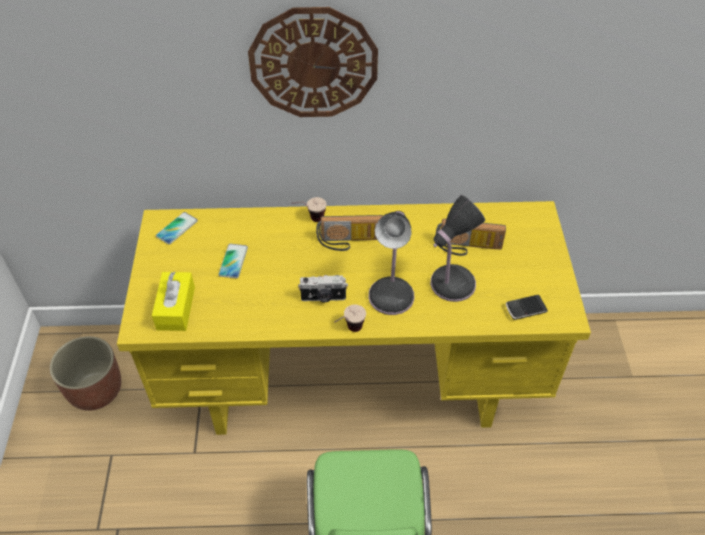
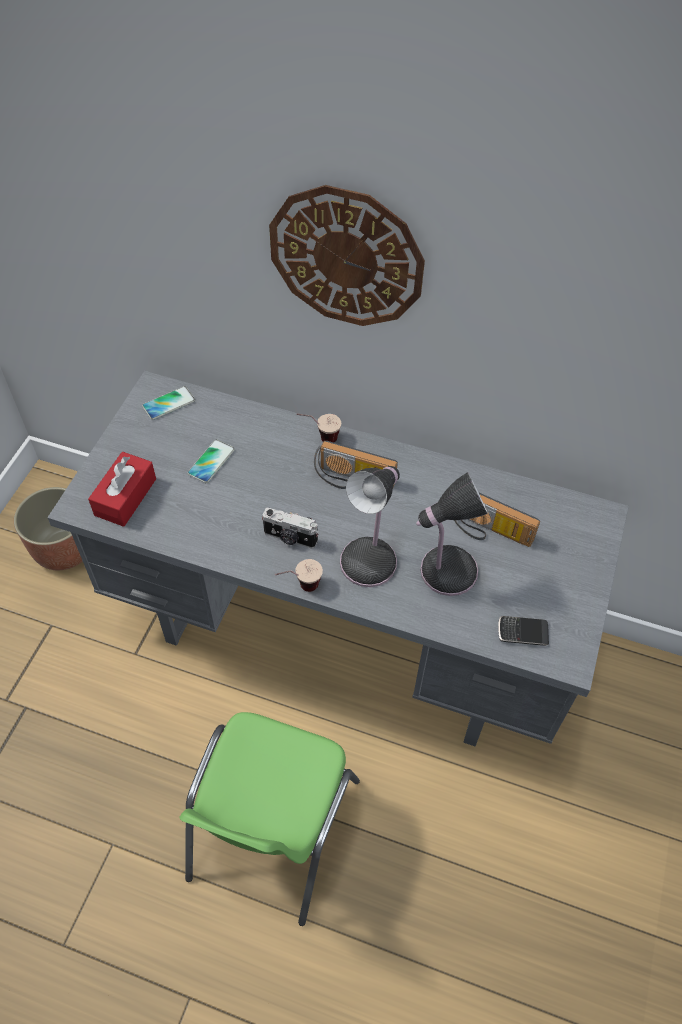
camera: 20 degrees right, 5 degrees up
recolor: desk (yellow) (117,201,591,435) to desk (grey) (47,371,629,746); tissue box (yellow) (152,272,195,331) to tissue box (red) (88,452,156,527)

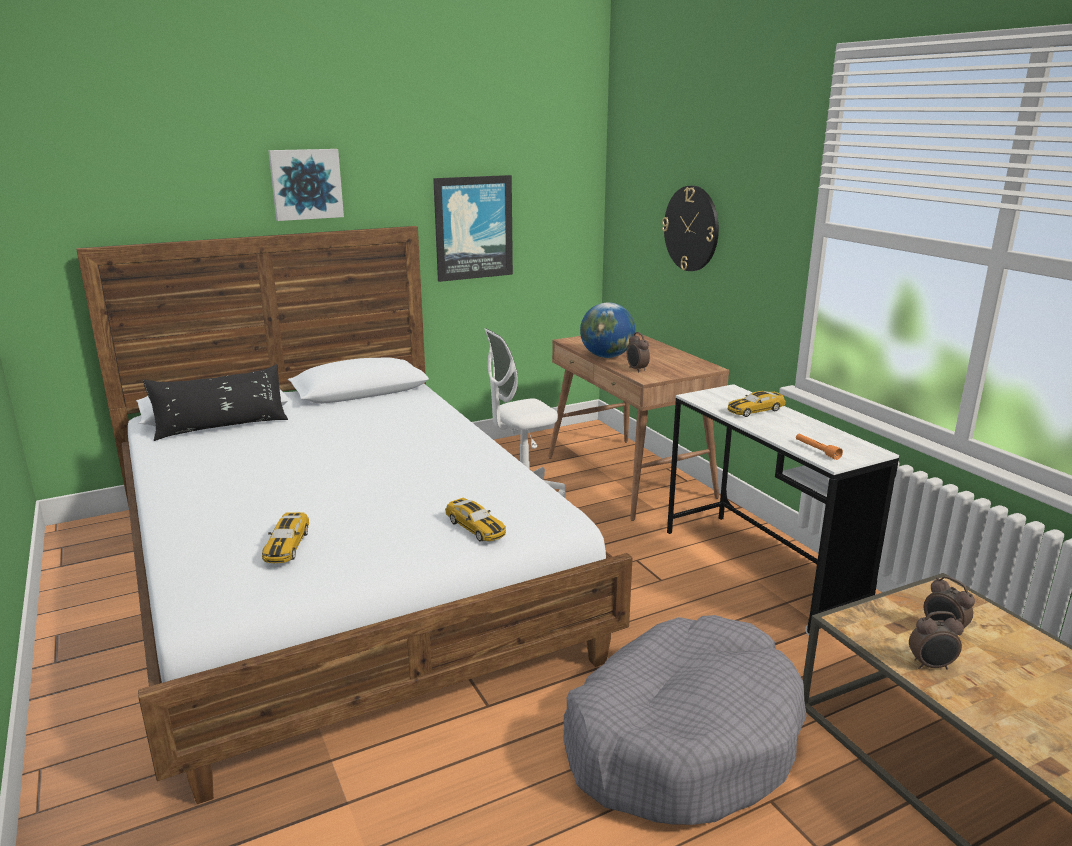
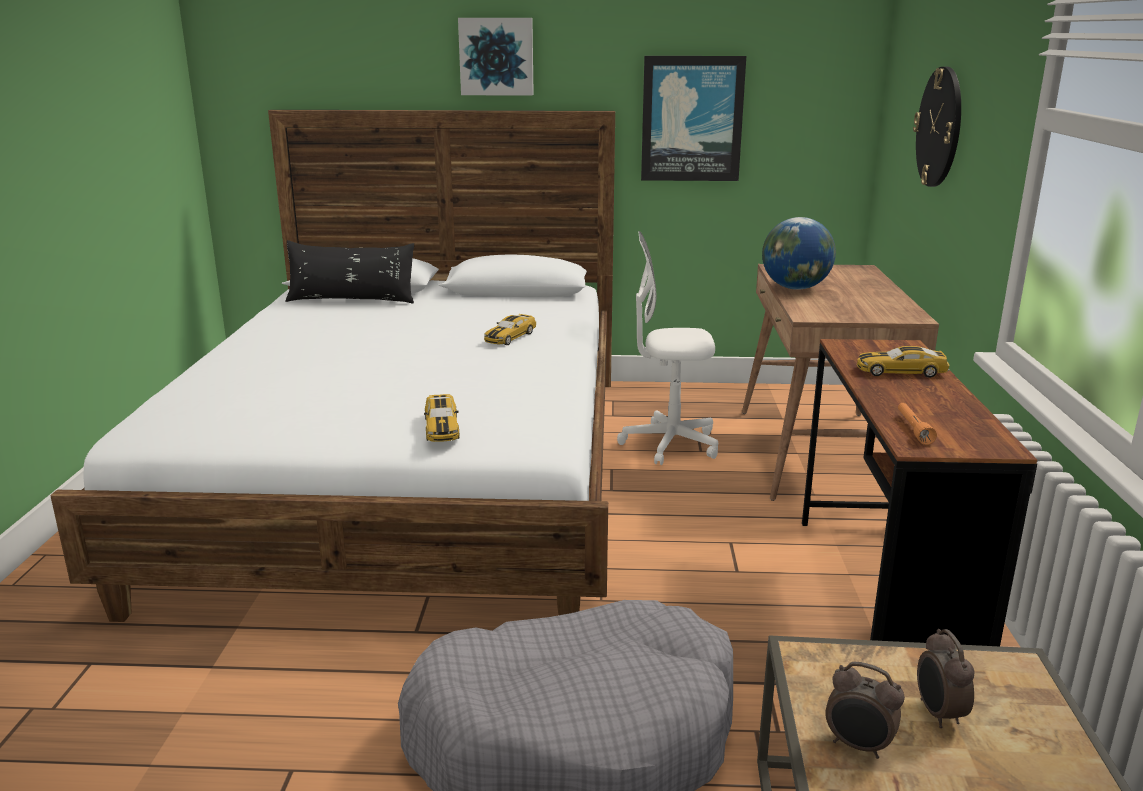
camera: 30 degrees right, 0 degrees up
delete: alarm clock (627,332,650,372)
move: toy car (262,512,309,563) to (484,314,536,345)
recolor: desk (white) (667,384,899,636) to desk (brown) (802,339,1037,646)

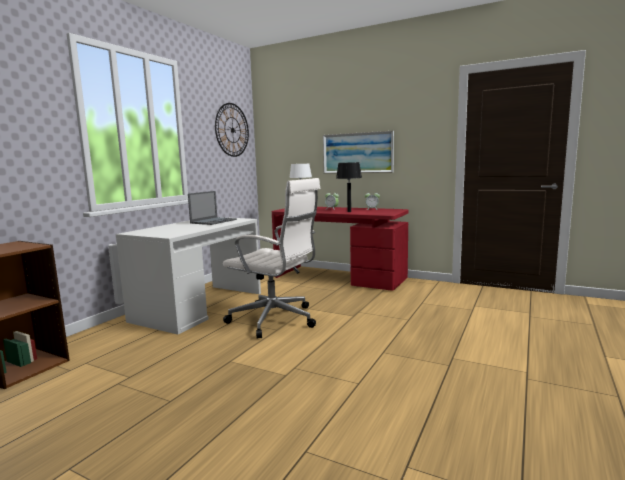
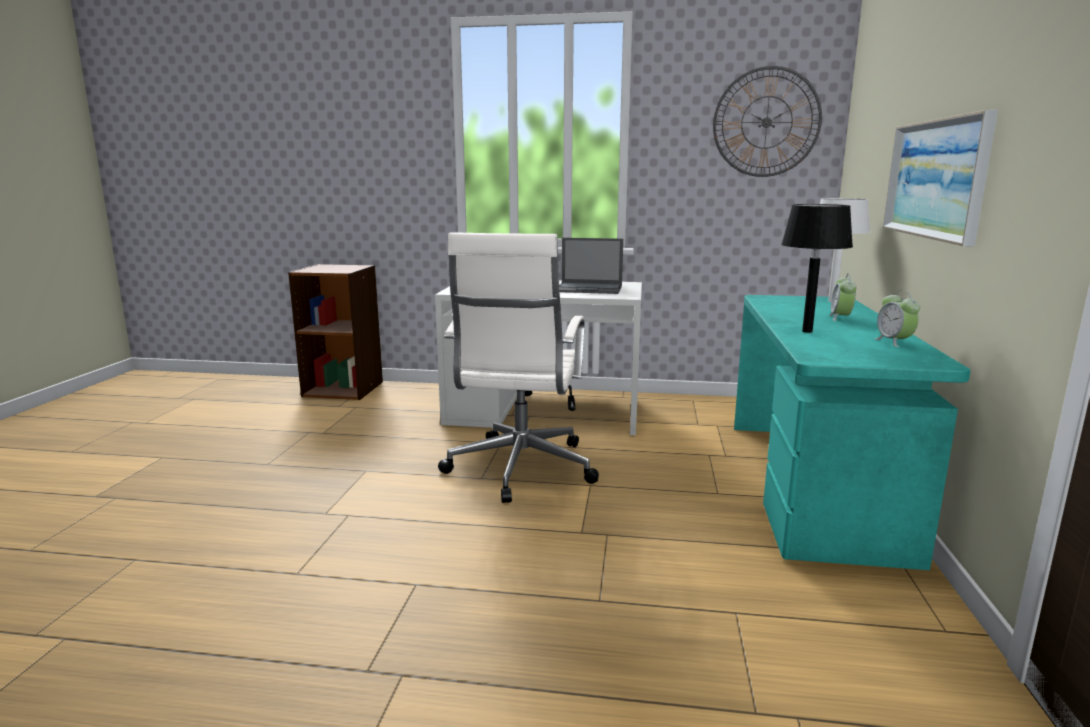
camera: 70 degrees right, 5 degrees up
recolor: desk (red) (272,207,409,291) to desk (turquoise) (734,295,971,570)

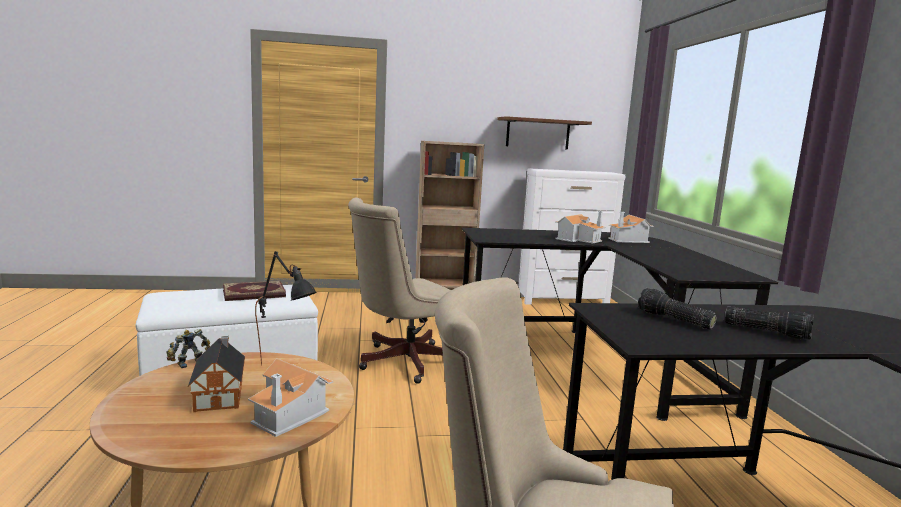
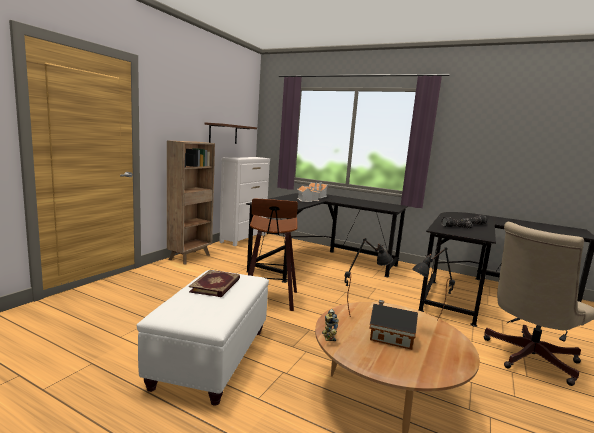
camera: 55 degrees left, 0 degrees up
replace: office chair (beige) (348,198,451,384) to stool (248,198,298,311); toy house (248,358,333,437) to table lamp (black) (412,247,455,321)

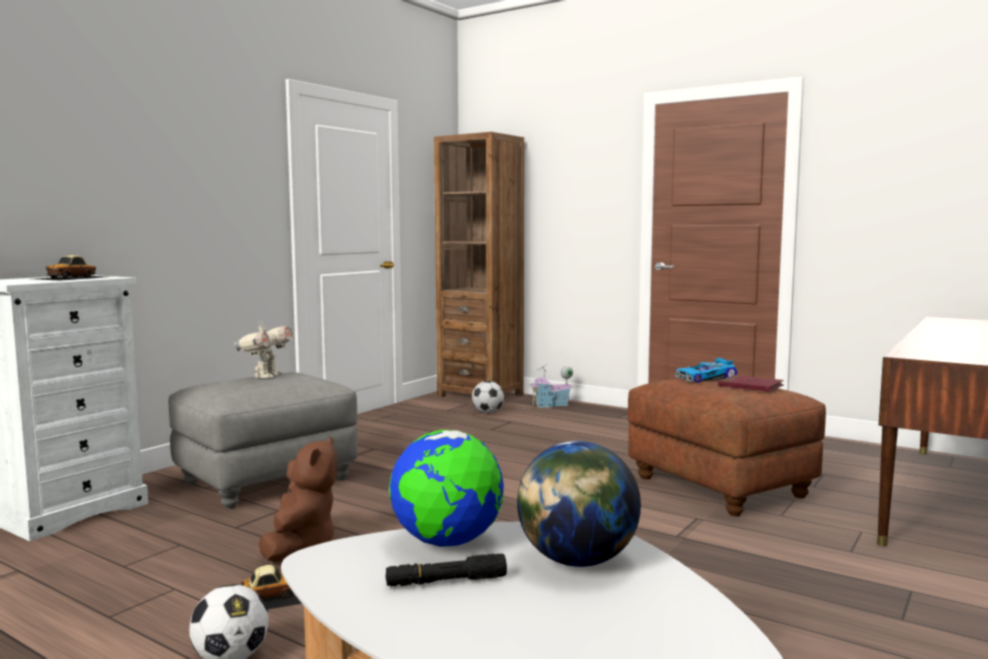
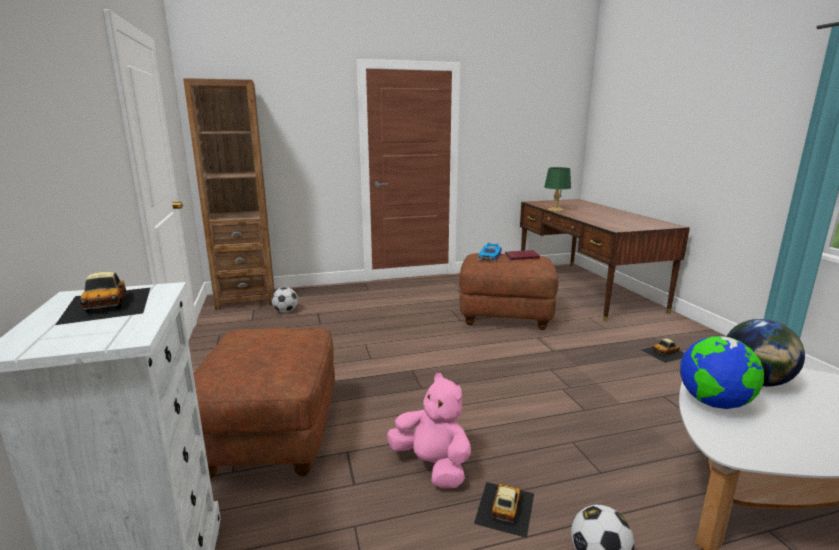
camera: 50 degrees left, 10 degrees up
delete: toy robot (234,320,293,378); flashlight (black) (386,553,507,586); toy house (530,364,573,408)
insert: table lamp (green) (544,167,571,211); toy car (641,338,684,363)
recolor: ottoman (grey) (169,372,358,509) to ottoman (brown) (193,328,335,479); plush toy (brown) (259,437,337,562) to plush toy (pink) (387,373,471,489)

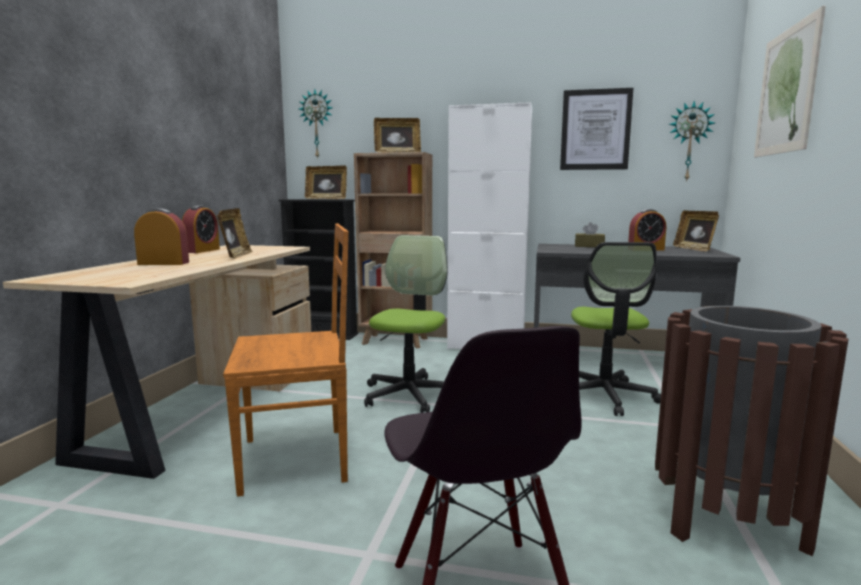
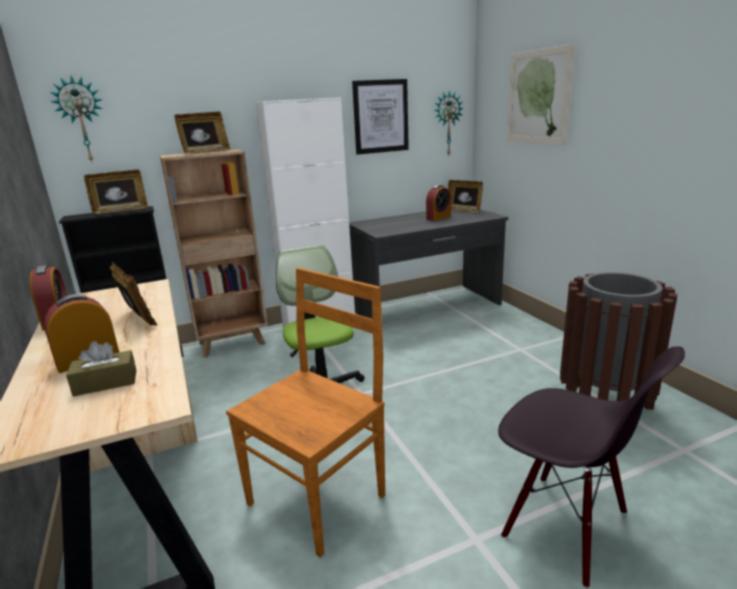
camera: 35 degrees left, 10 degrees up
delete: office chair (571,242,661,416)
move: tissue box (brown) (575,222,605,247) to (66,341,136,397)

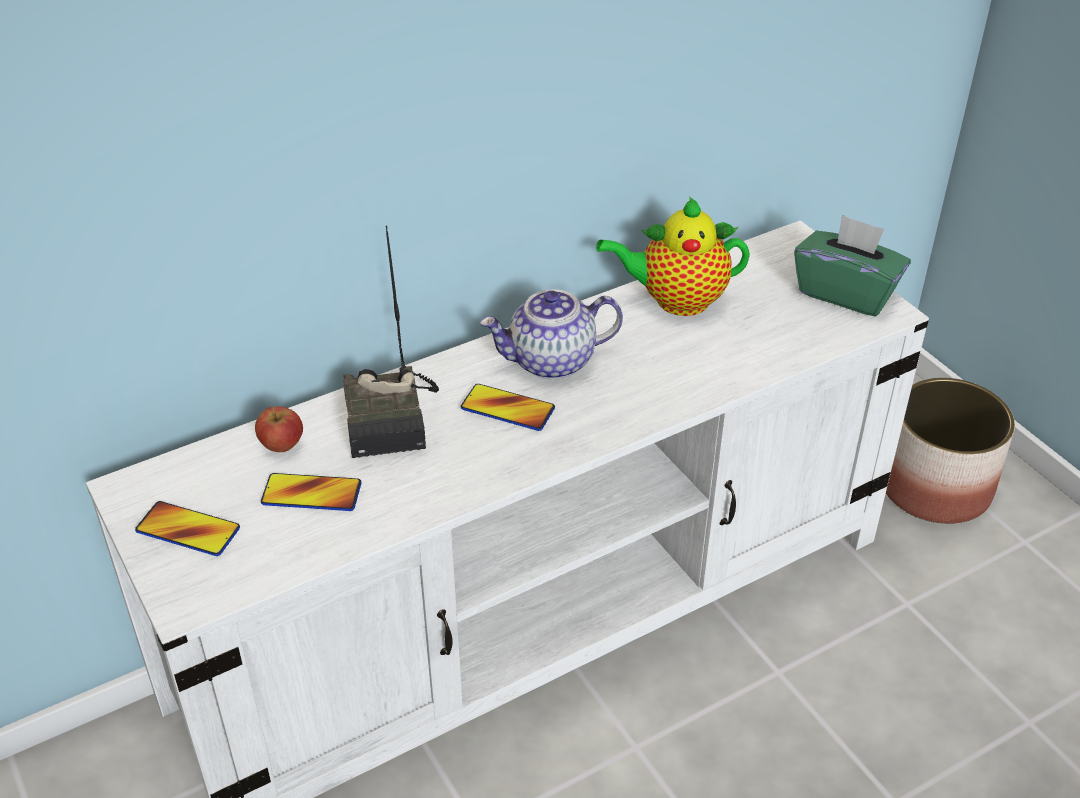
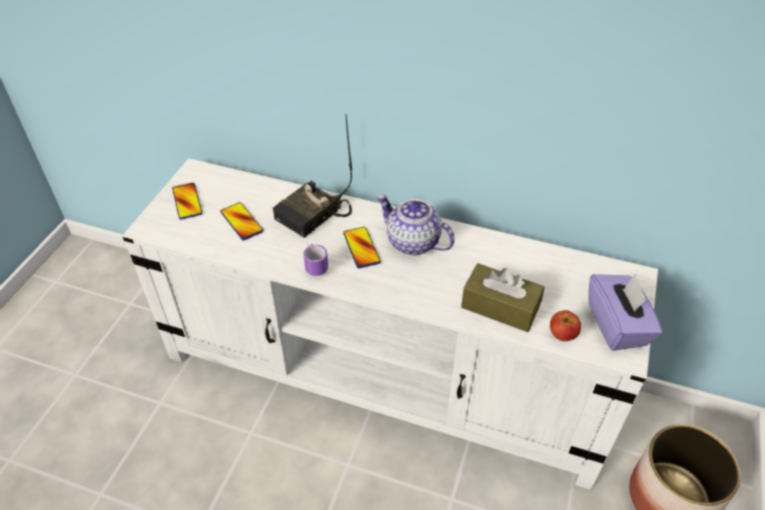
camera: 50 degrees right, 5 degrees up
delete: teapot (596,197,750,316)
insert: mug (303,243,328,276); tissue box (brown) (461,263,545,332)
move: apple (255,407,303,452) to (550,310,581,341)
recolor: tissue box (green) (794,215,911,316) to tissue box (purple) (589,274,663,351)

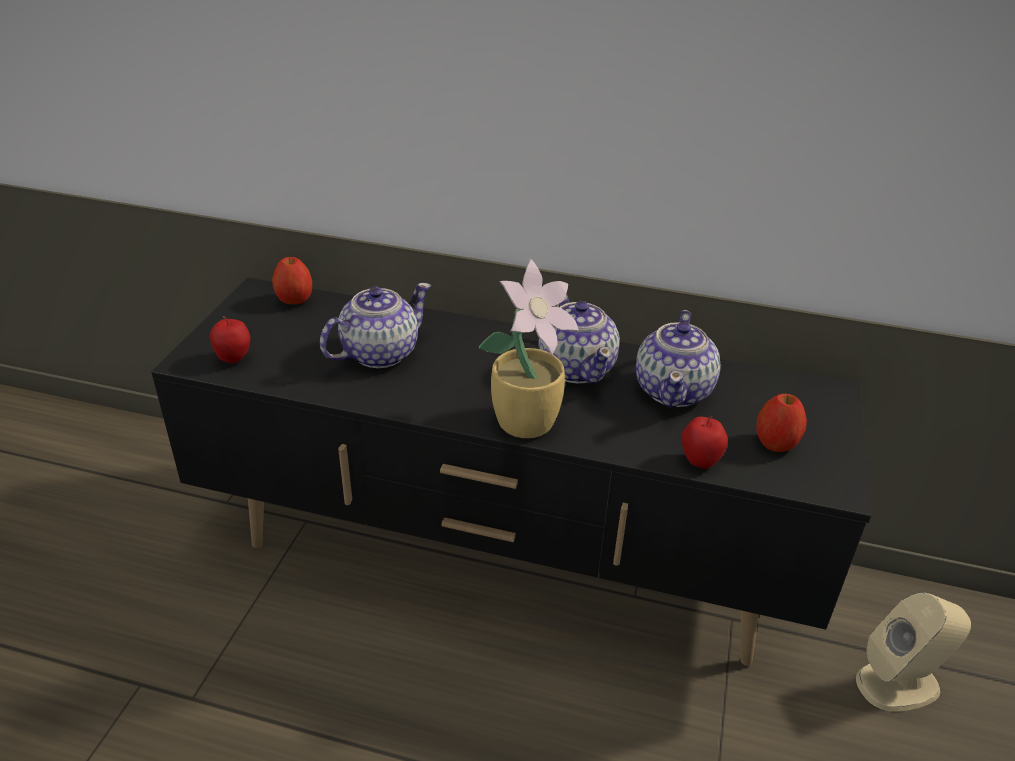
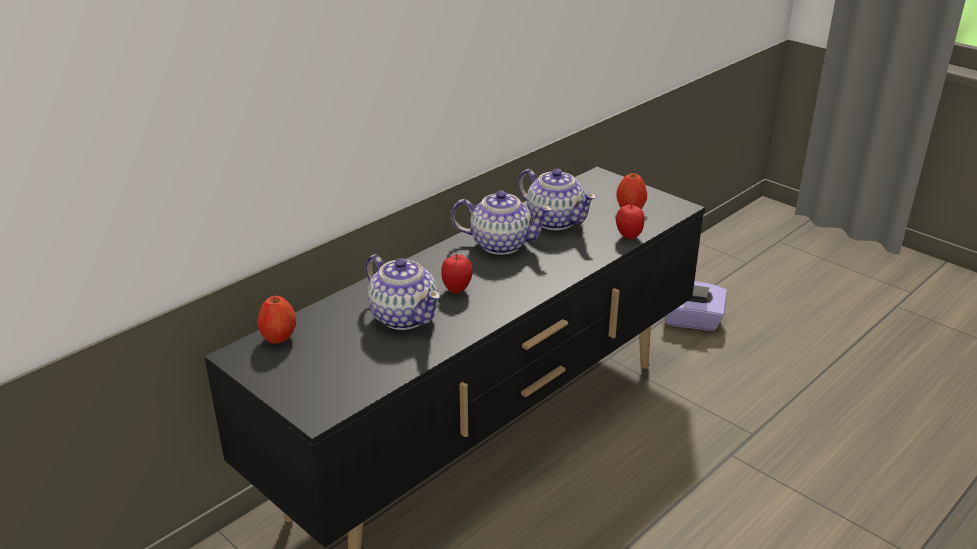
camera: 60 degrees left, 5 degrees down
delete: potted plant (478,259,579,438)
move: apple (210,316,250,364) to (441,254,473,294)
replace: speaker (beige) (856,592,971,712) to tissue box (purple) (665,281,727,331)
rotate: teapot (320,283,431,368) = (366,254,441,330) 150 degrees clockwise

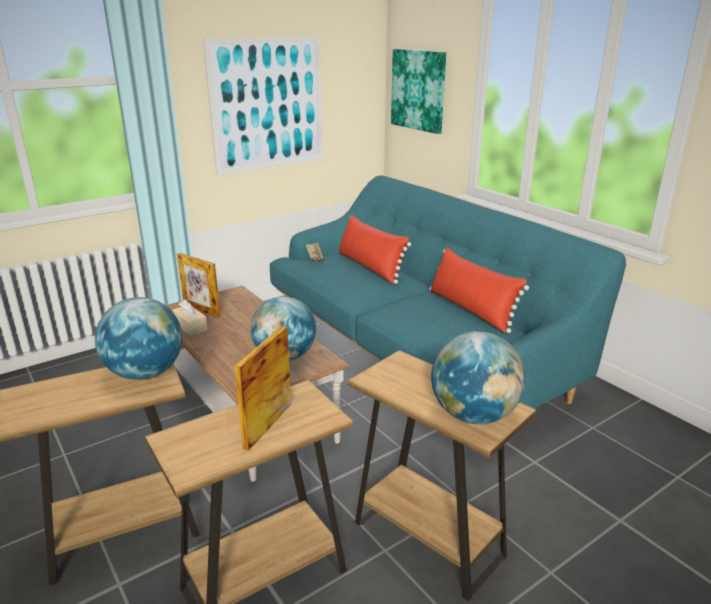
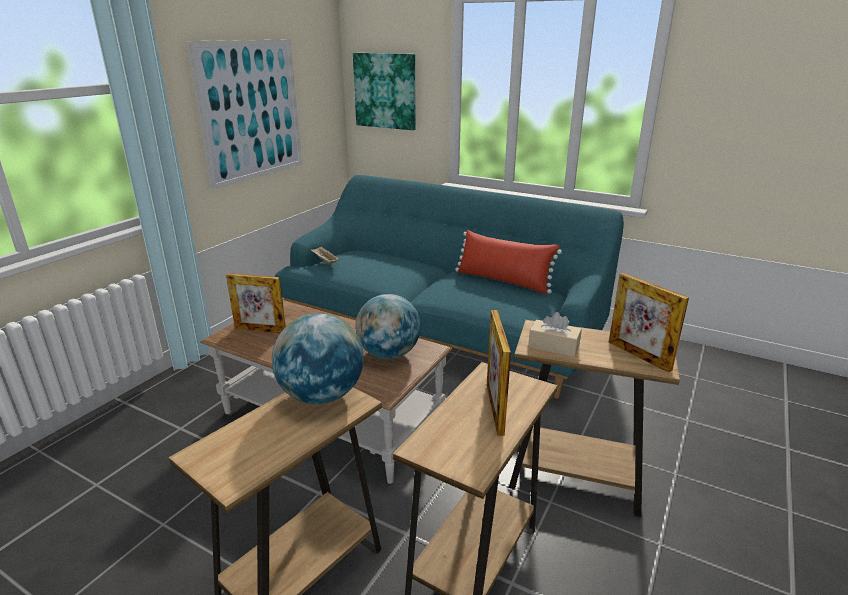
camera: 25 degrees left, 0 degrees up
delete: pillow (red) (339,215,411,284)
move: tissue box (beige) (172,299,208,336) to (528,312,582,357)
replace: globe (431,331,526,424) to picture frame (608,273,689,372)

